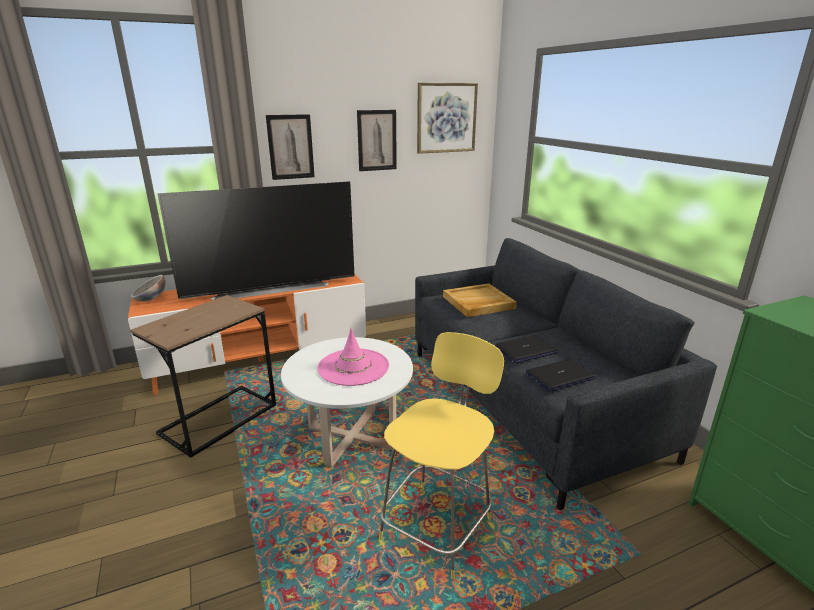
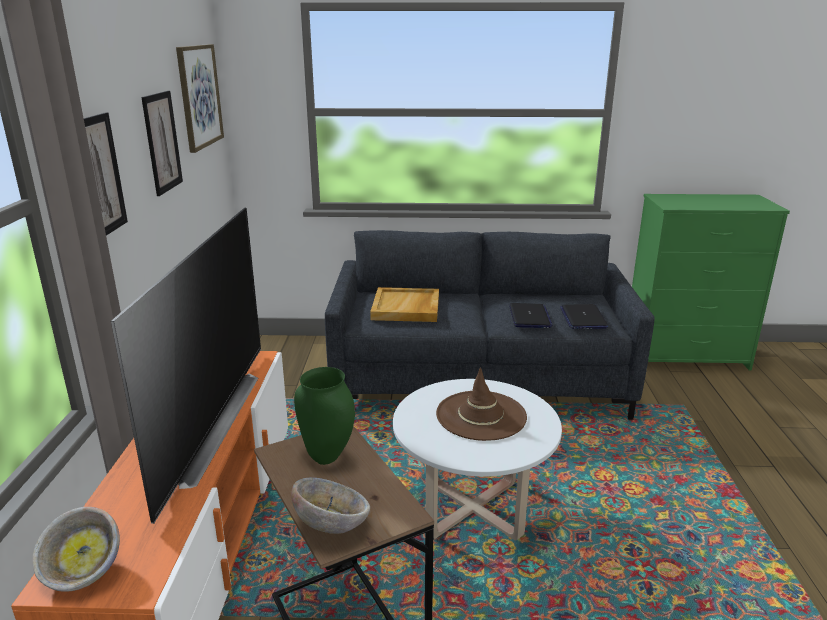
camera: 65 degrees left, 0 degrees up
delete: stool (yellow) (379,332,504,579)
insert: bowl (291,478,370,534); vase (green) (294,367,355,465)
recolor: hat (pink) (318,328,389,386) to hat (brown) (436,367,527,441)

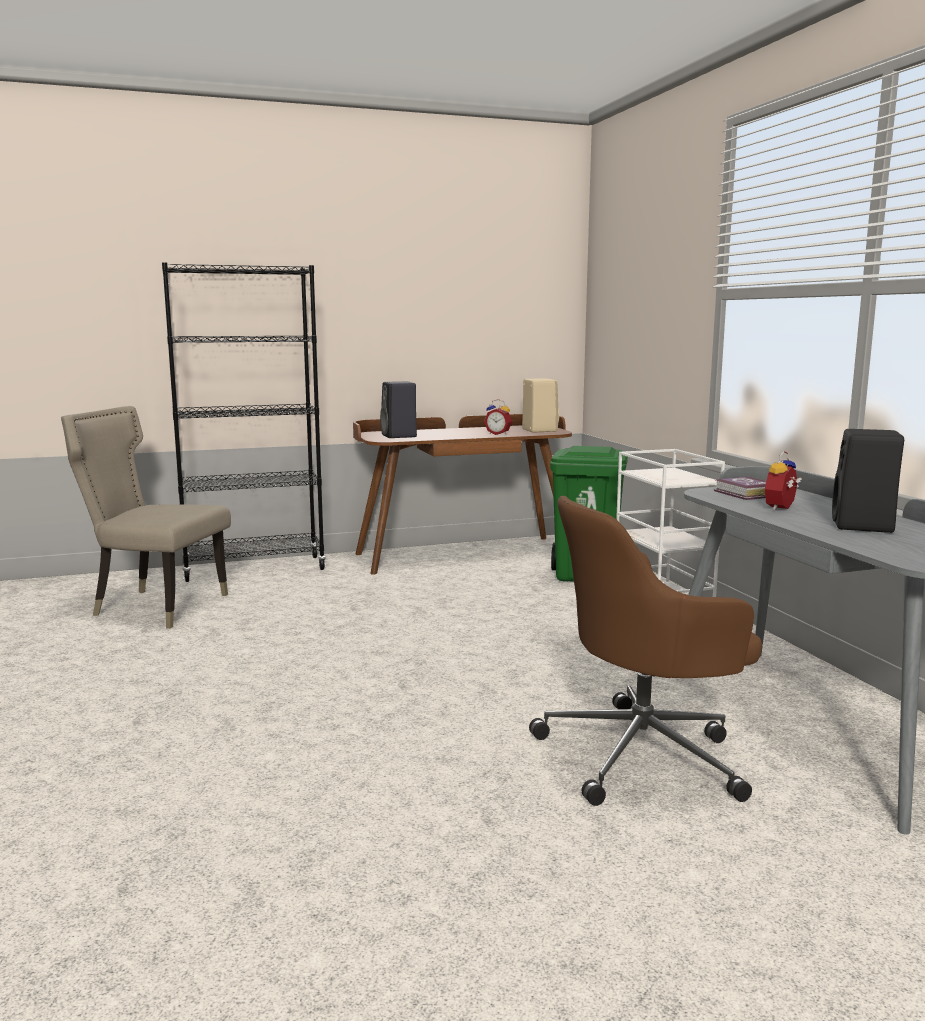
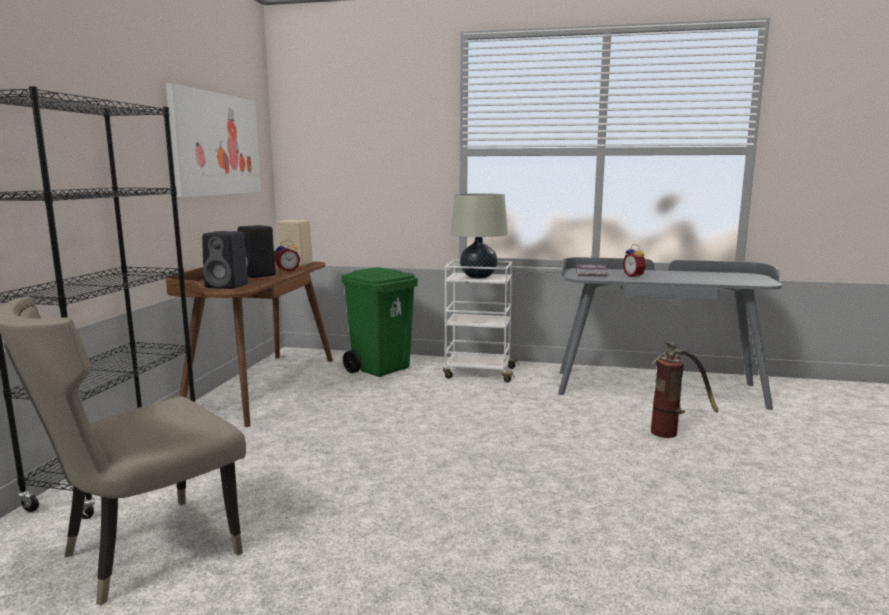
camera: 60 degrees left, 0 degrees up
insert: picture (166,83,261,197); table lamp (beige) (450,193,508,278)
move: speaker (black) (832,429,904,533) to (237,225,276,278)
replace: office chair (brown) (529,496,762,806) to fire extinguisher (651,342,718,438)

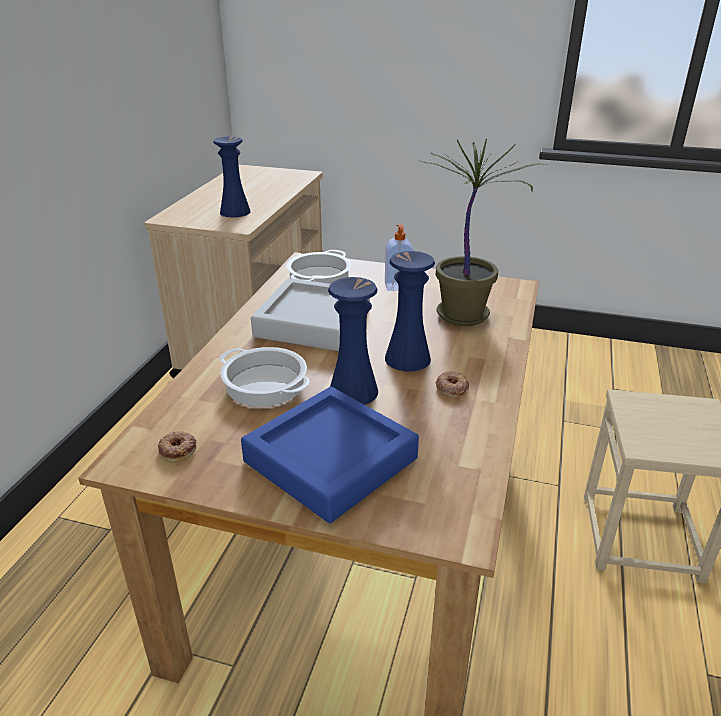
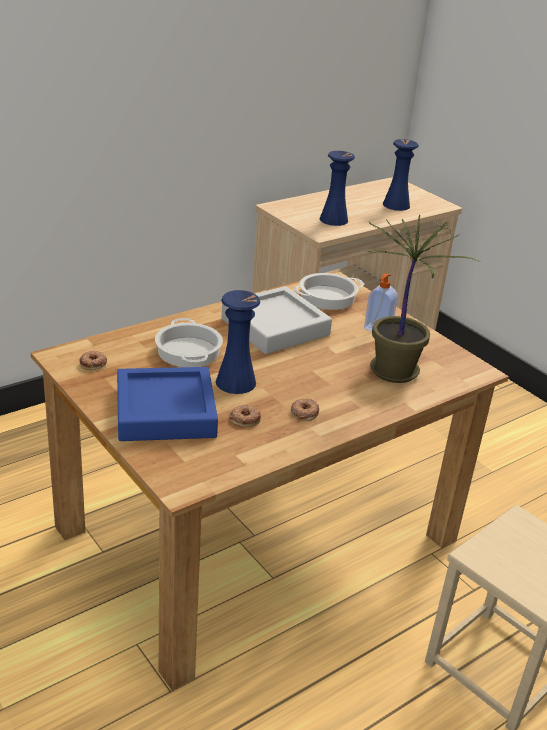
camera: 35 degrees right, 0 degrees up
insert: donut (230,405,261,427)
move: vase (blue) (385,251,435,371) to (383,139,419,211)

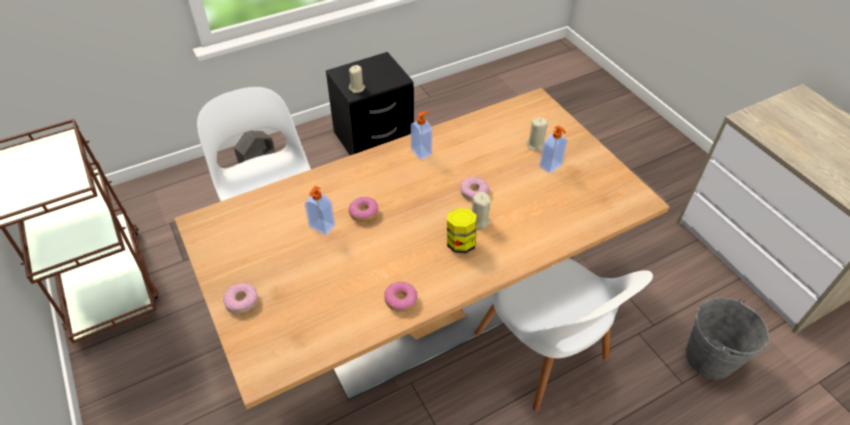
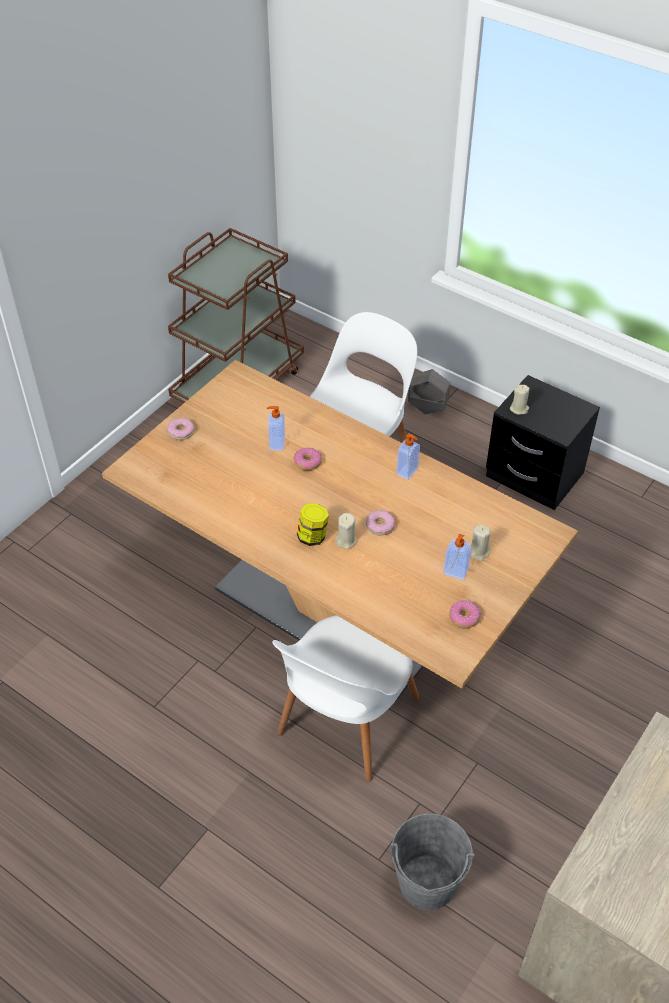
camera: 65 degrees right, 0 degrees up
move: donut (384,282,417,312) to (449,600,481,629)

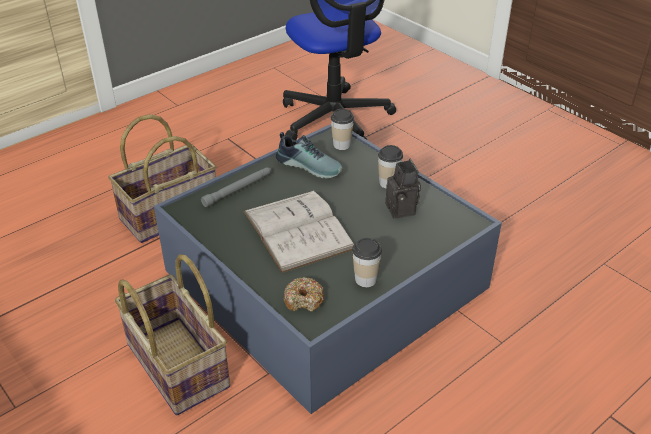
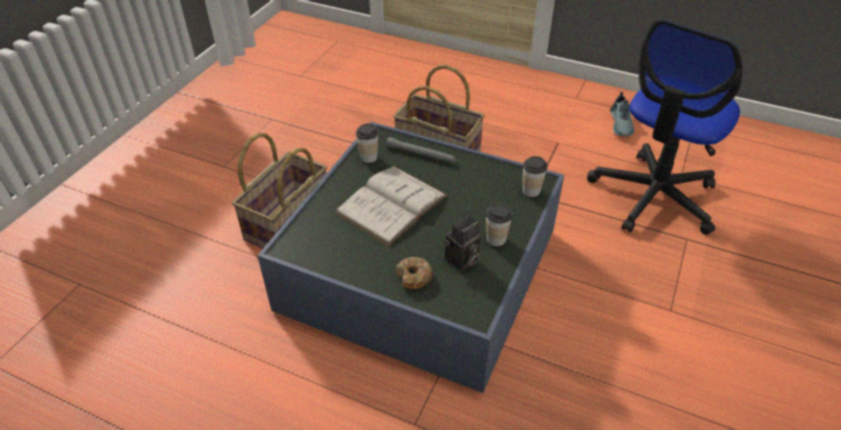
camera: 65 degrees right, 5 degrees up
move: cup (352,238,382,287) to (356,124,379,163); donut (284,277,324,312) to (396,257,433,290); shoe (276,132,343,178) to (610,92,634,136)

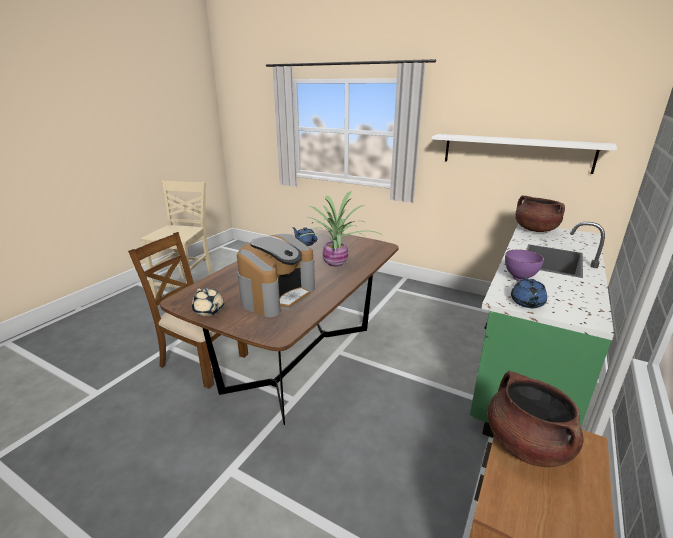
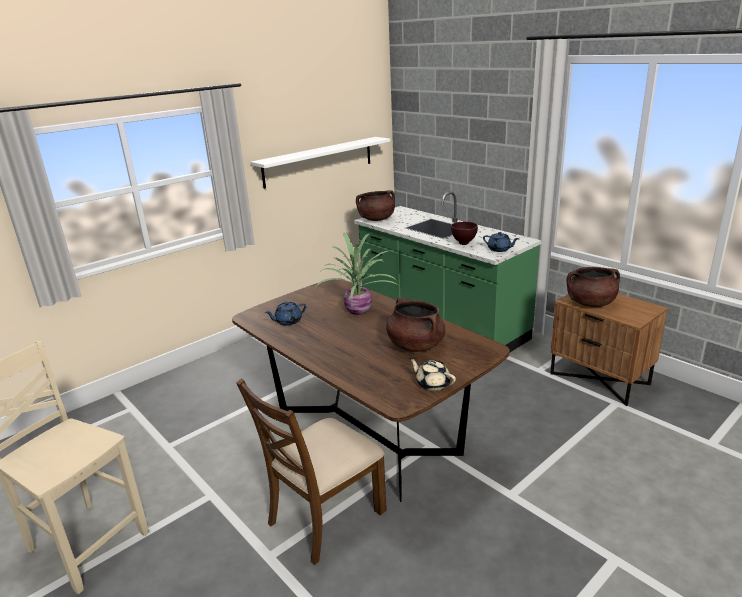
camera: 70 degrees left, 0 degrees up
replace: coffee machine (237,234,315,317) to cooking pot (brown) (386,298,445,352)
recolor: bowl (purple) (505,250,544,281) to bowl (brown) (451,222,478,245)
rotate: teapot (beige) (192,289,224,316) = (409,358,456,391) 120 degrees counterclockwise

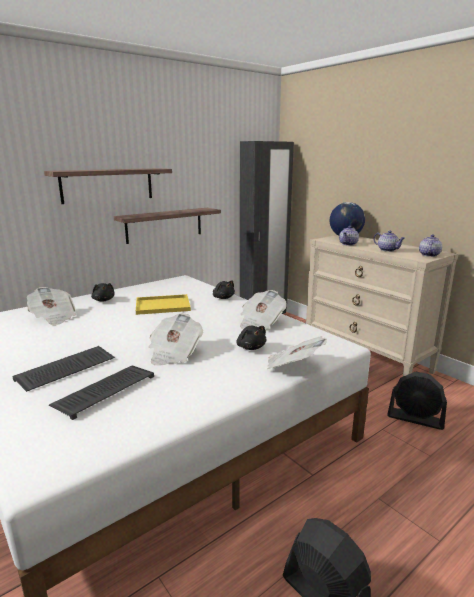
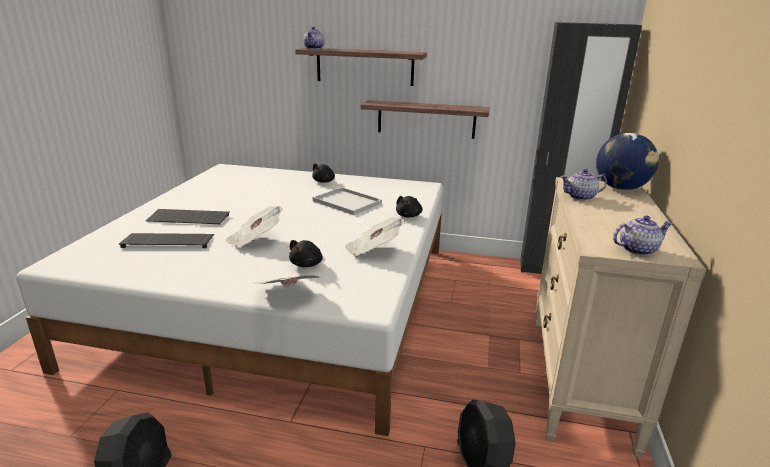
camera: 50 degrees right, 5 degrees up
delete: newspaper (27,287,77,326)
move: teapot (373,231,405,252) to (303,27,324,49)
recolor: tray (yellow) (136,294,191,315) to tray (white) (313,187,382,215)

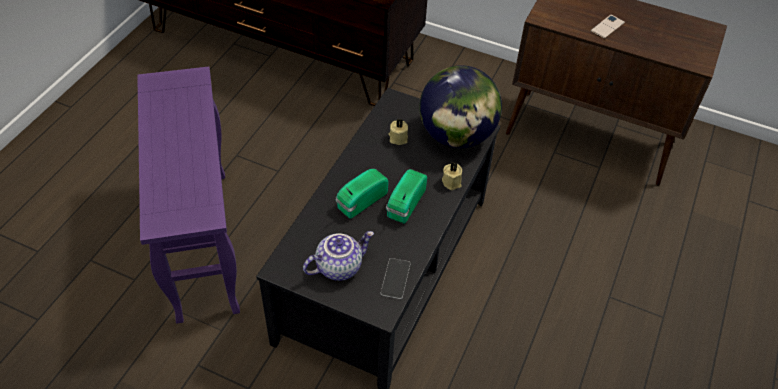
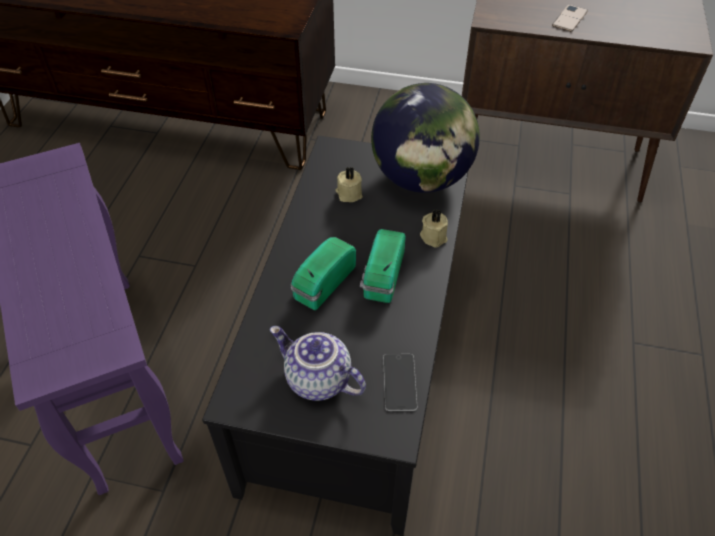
camera: 10 degrees left, 0 degrees up
rotate: teapot (303,231,374,281) = (270,326,366,401) 105 degrees counterclockwise

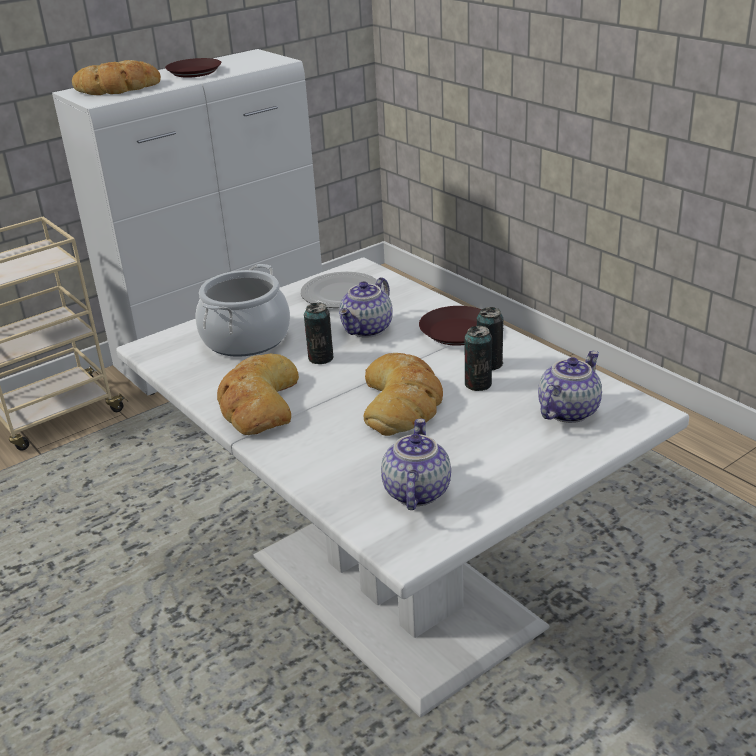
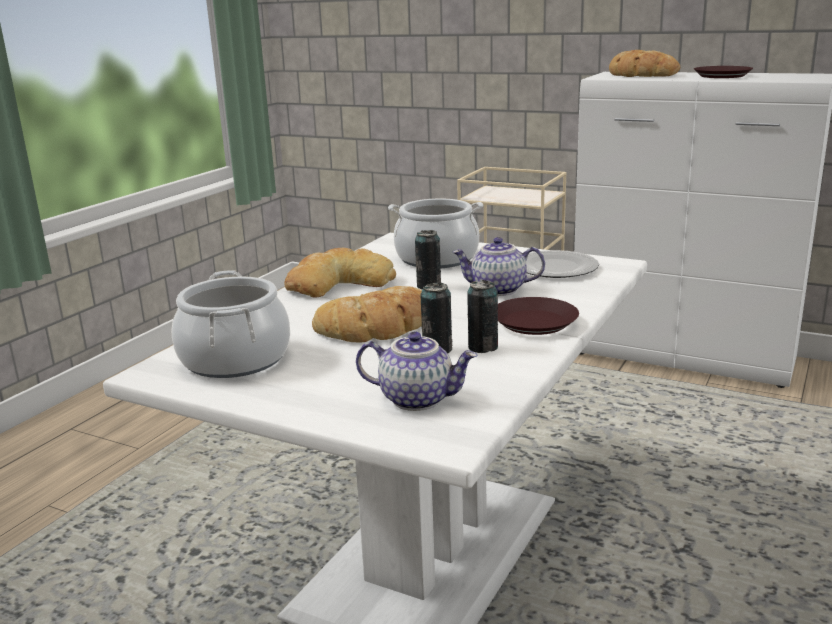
camera: 65 degrees right, 10 degrees down
replace: teapot (381,419,451,510) to cooking pot (172,270,290,378)

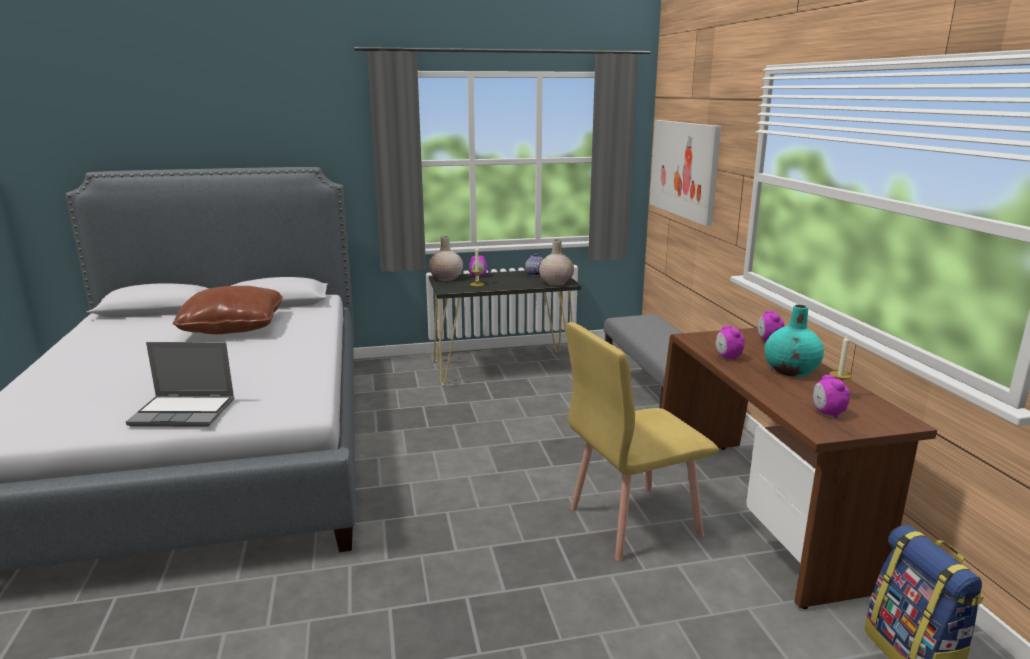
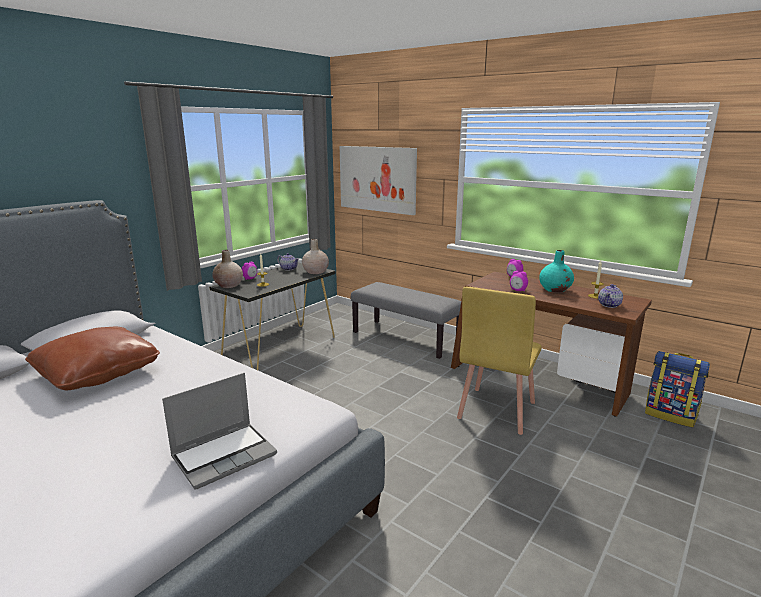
camera: 40 degrees left, 0 degrees up
replace: alarm clock (813,375,850,418) to teapot (598,284,623,308)

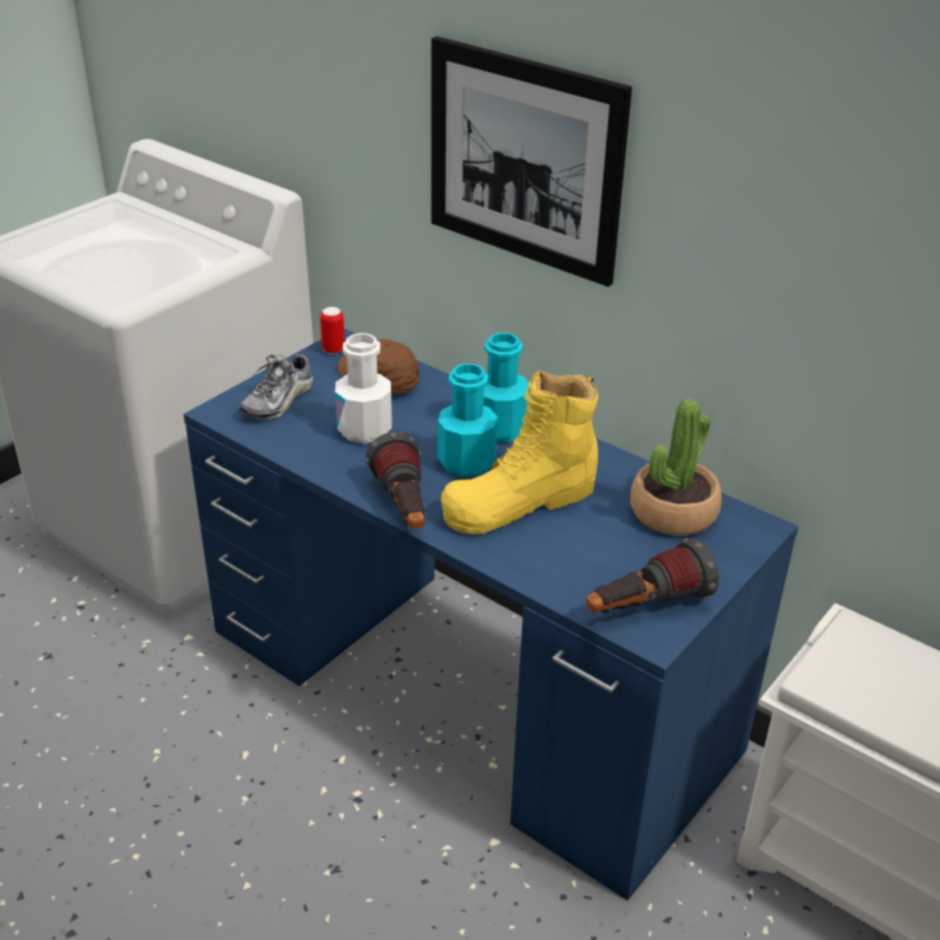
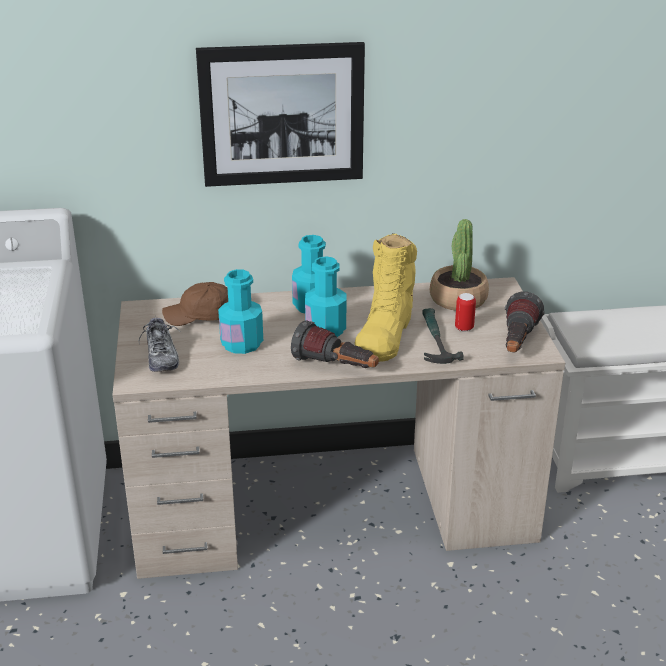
camera: 45 degrees left, 5 degrees down
insert: hammer (422,308,464,364)
move: can (320,307,345,354) to (455,293,476,332)
recolor: desk (blue) (184,329,798,901) to desk (beige) (112,277,565,579); bottle (white) (335,333,392,444) to bottle (turquoise) (218,269,263,354)

